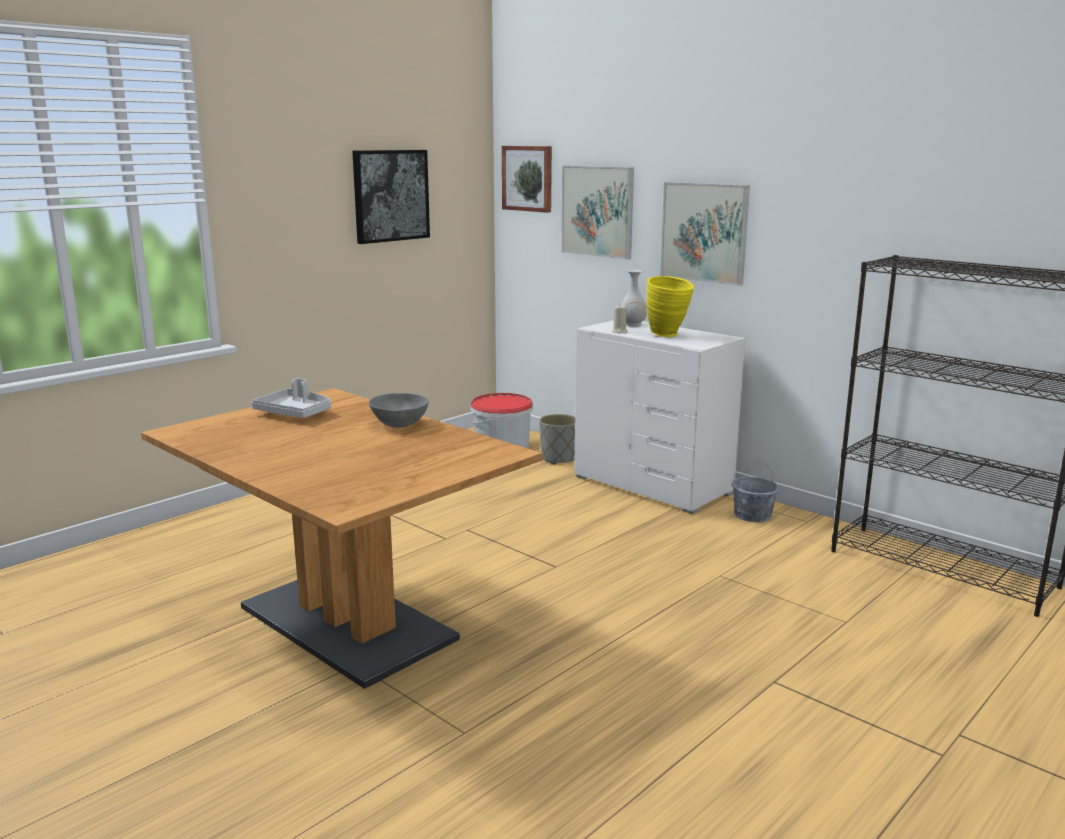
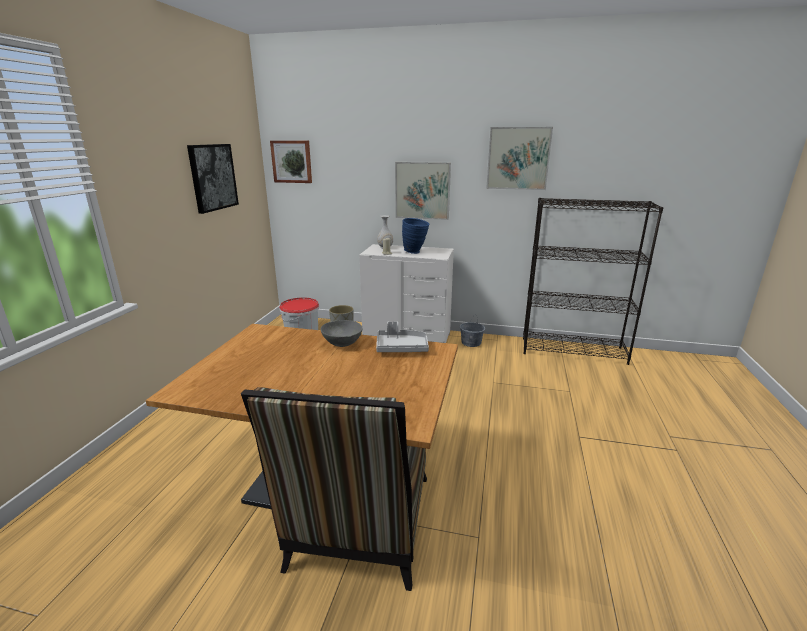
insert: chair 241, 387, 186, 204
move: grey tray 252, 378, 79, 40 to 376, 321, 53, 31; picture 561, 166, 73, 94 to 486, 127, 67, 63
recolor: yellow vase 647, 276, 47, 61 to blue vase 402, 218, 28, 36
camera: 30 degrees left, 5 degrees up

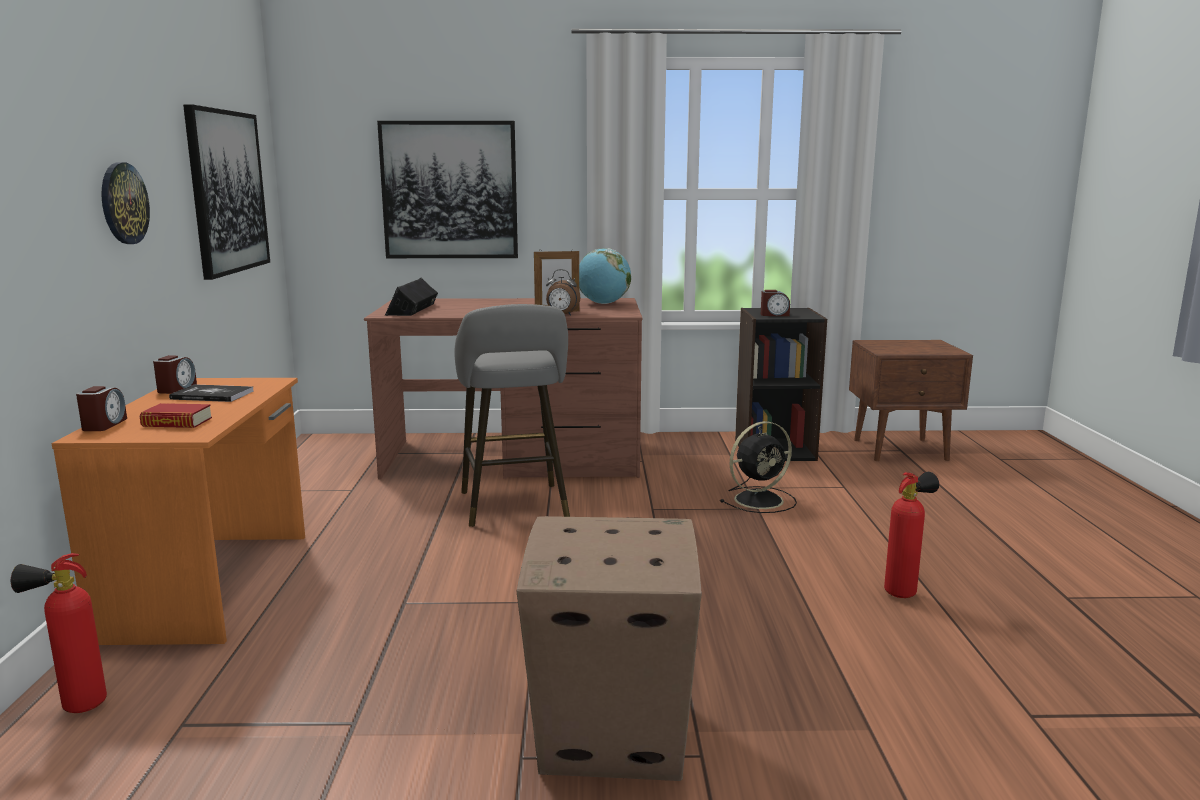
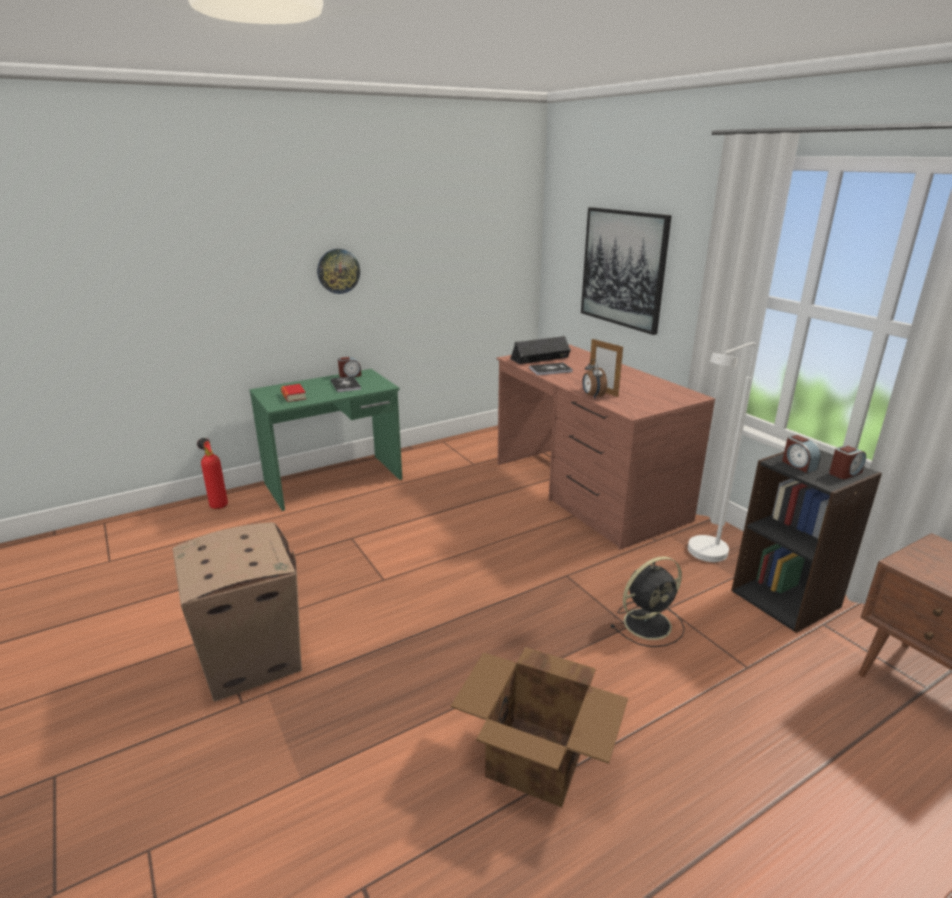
delete: picture 183, 104, 87, 176; grey stool 454, 304, 116, 223; globe 579, 248, 52, 56
insert: book 529, 363, 44, 12; white floor lamp 688, 342, 68, 220
move: alarm clock 76, 386, 51, 45 to 829, 445, 37, 34
replace: fire extinguisher 884, 472, 55, 126 to cardboard box 451, 647, 177, 160
recolor: orange desk 51, 378, 254, 267 to green desk 249, 369, 153, 142
rotate: black fan 720, 421, 77, 92 = 611, 556, 74, 91 60 degrees counterclockwise
camera: 60 degrees right, 10 degrees up

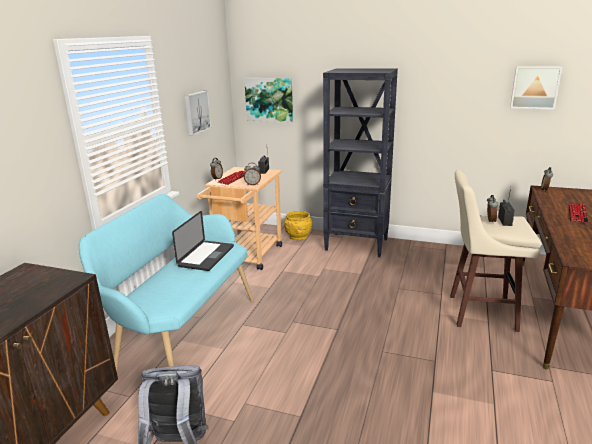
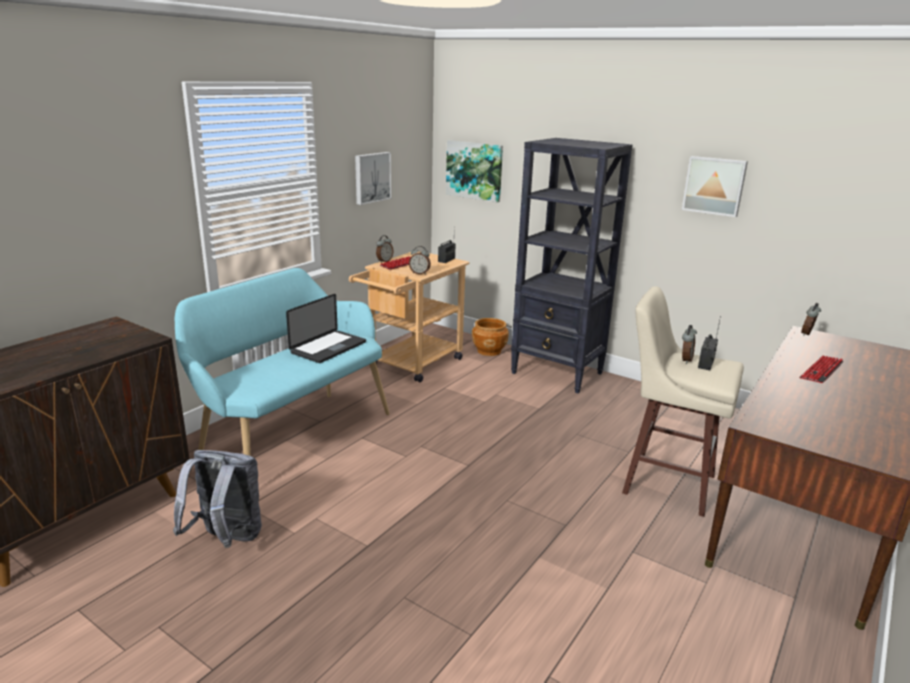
move: picture 510, 66, 52, 43 to 682, 156, 66, 61
recolor: yellow planter 284, 211, 29, 29 to brown planter 472, 318, 37, 38
camera: 15 degrees right, 0 degrees up

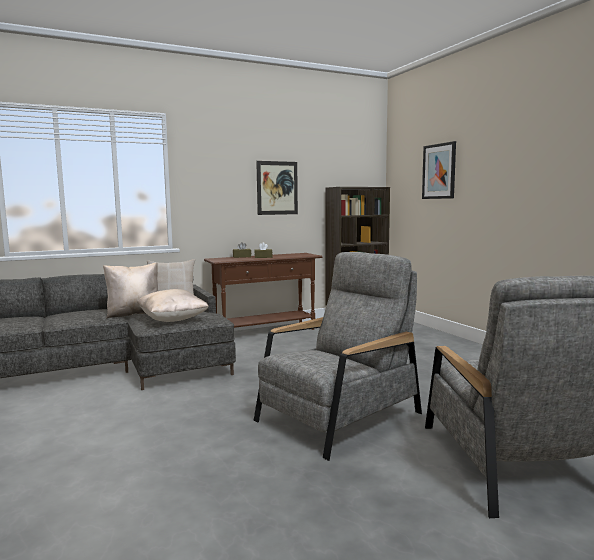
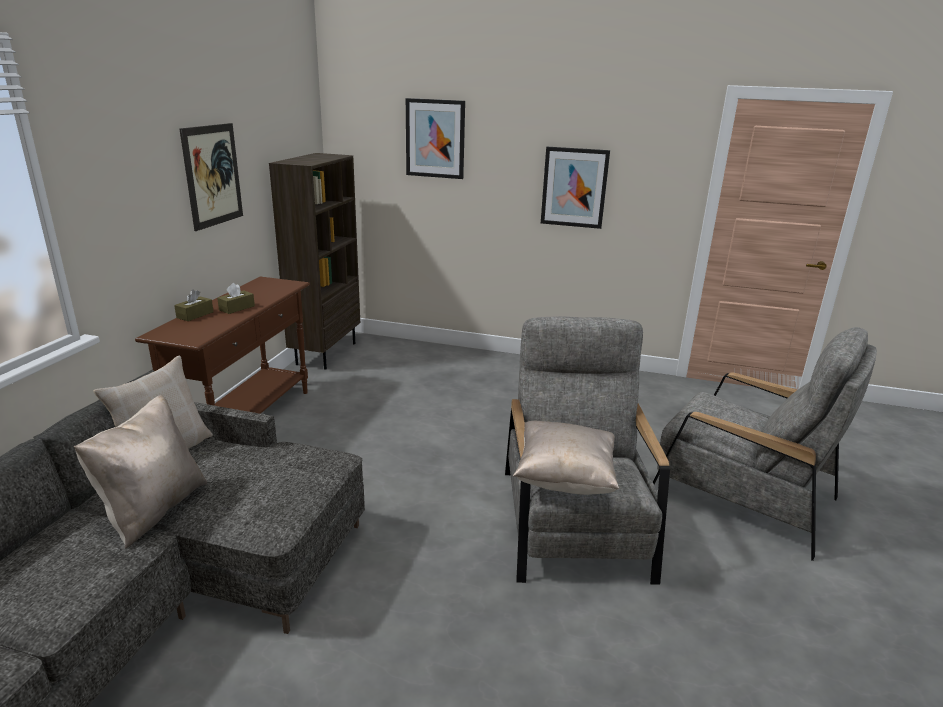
insert: picture 541, 147, 69, 82
move: beige pillow 137, 289, 72, 33 to 513, 421, 106, 74
camera: 50 degrees left, 15 degrees up

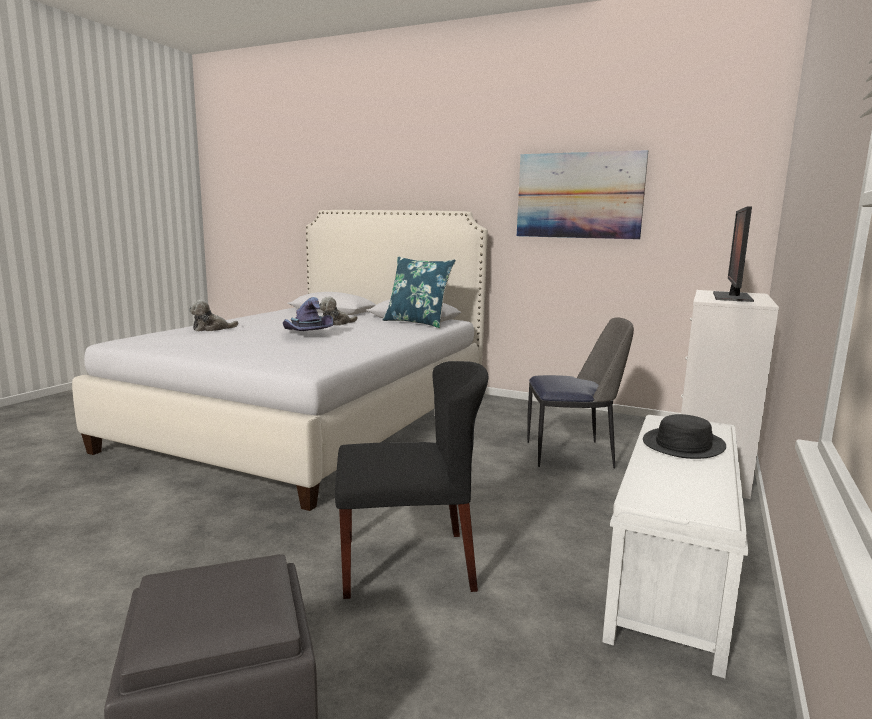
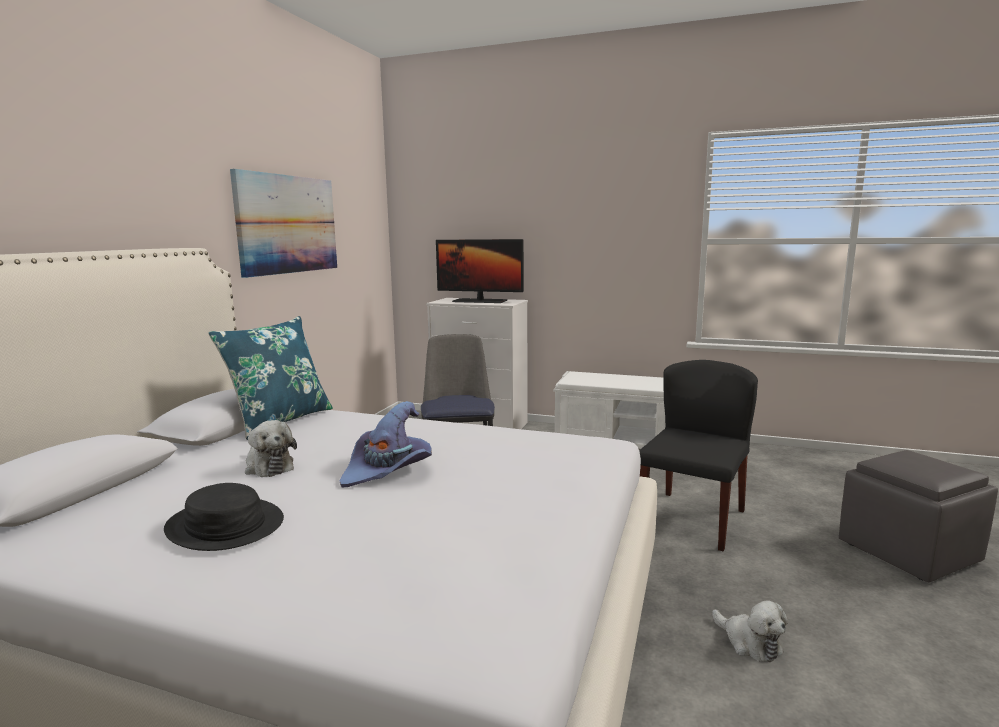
move: plush toy 189, 300, 50, 32 to 712, 601, 76, 61; black hat 643, 414, 83, 45 to 164, 483, 120, 68
rotate: black chair 335, 361, 153, 238 = 639, 360, 119, 191 45 degrees clockwise
camera: 95 degrees left, 0 degrees up

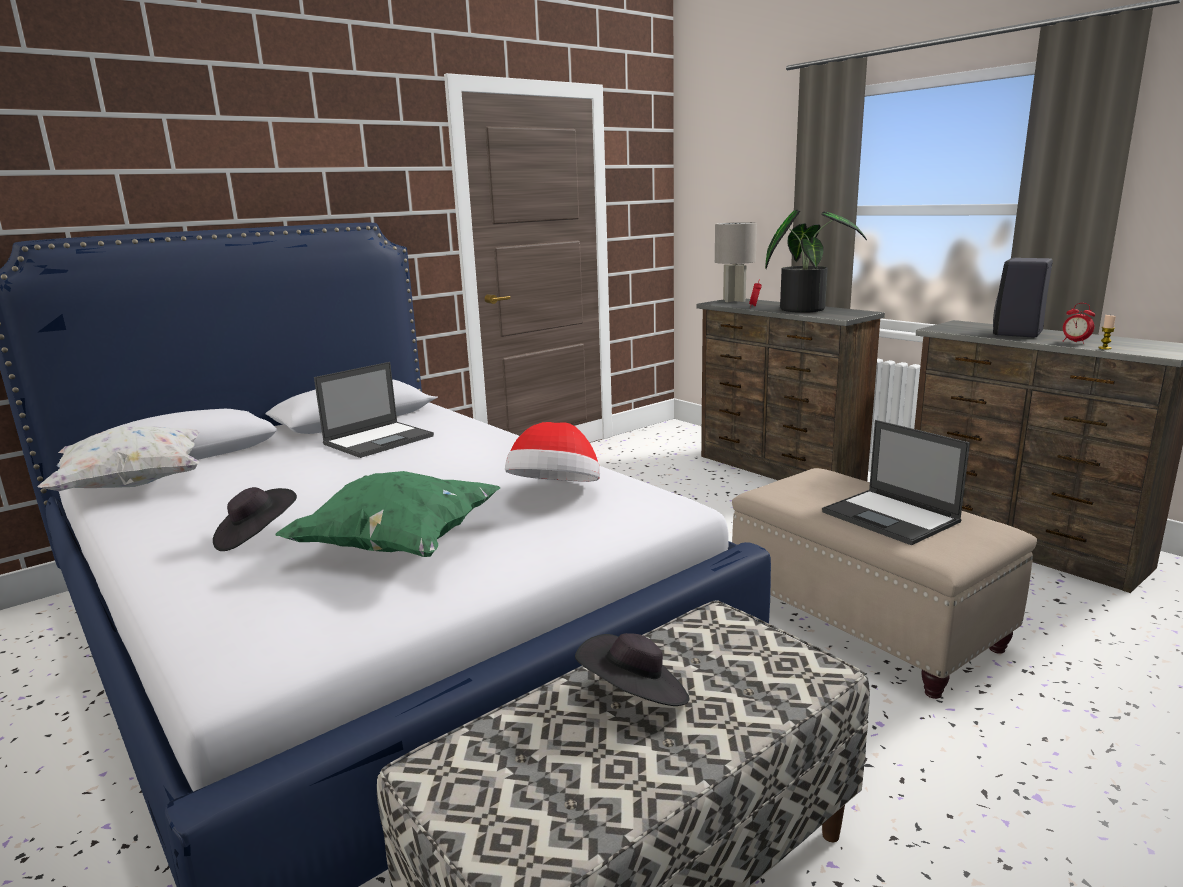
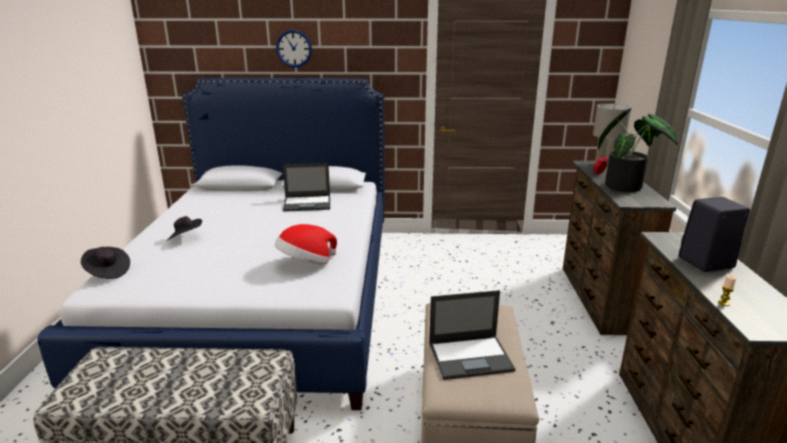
delete: white pillow 37, 426, 163, 65; green pillow 275, 471, 226, 86; alarm clock 1063, 303, 32, 41
insert: wall clock 276, 30, 36, 38
move: black hat 575, 633, 115, 73 to 81, 247, 49, 32
rotate: laptop 822, 420, 148, 125 = 429, 290, 86, 90 105 degrees counterclockwise
camera: 40 degrees right, 5 degrees up

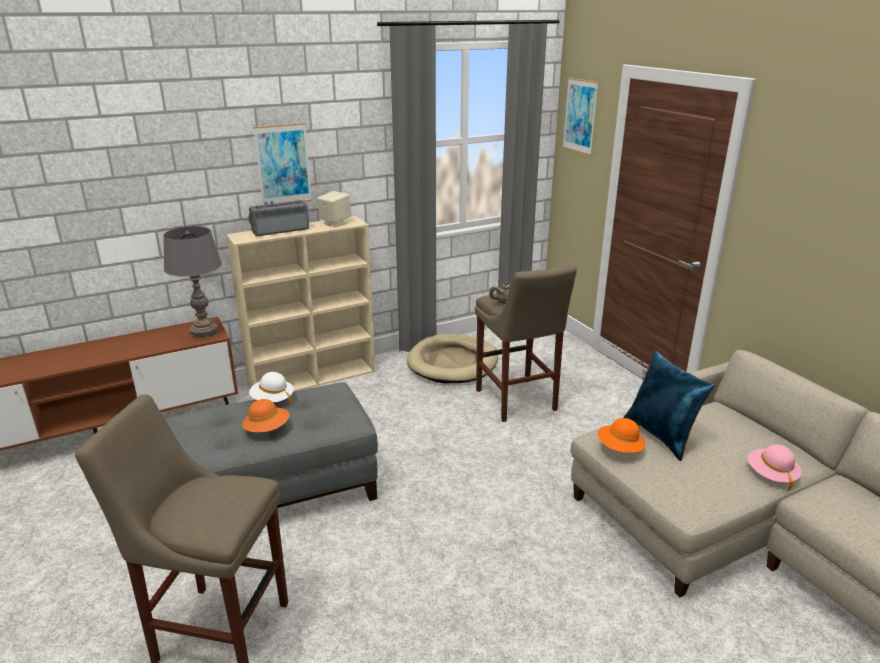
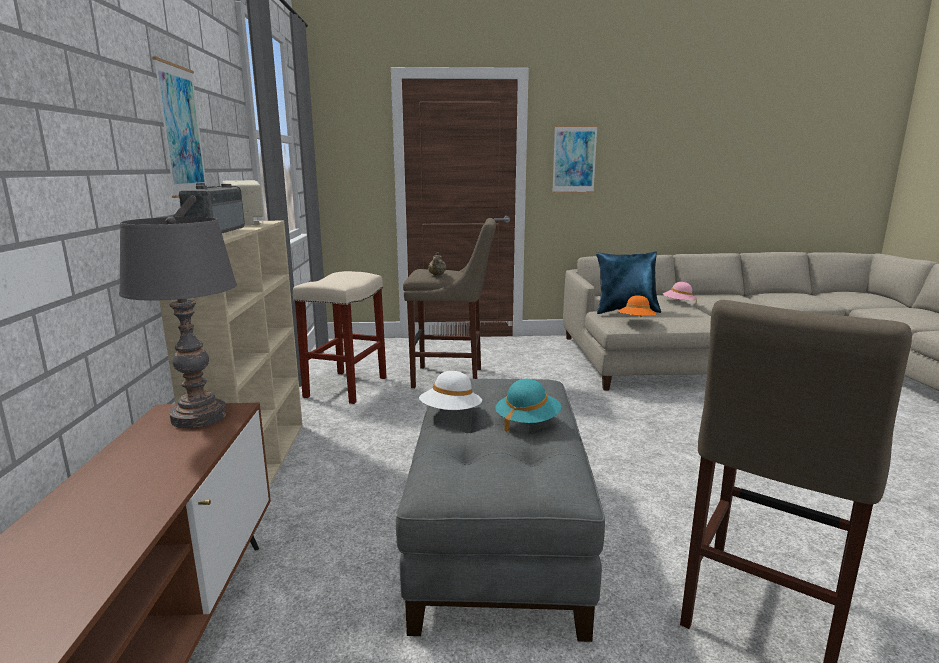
move: picture 562, 78, 37, 77 to 552, 126, 46, 67
replace: beige dog bed 407, 334, 91, 49 to beige stool 293, 271, 94, 133
recolor: orange hat 242, 399, 47, 33 to turquoise hat 495, 379, 66, 54
camera: 65 degrees left, 10 degrees down

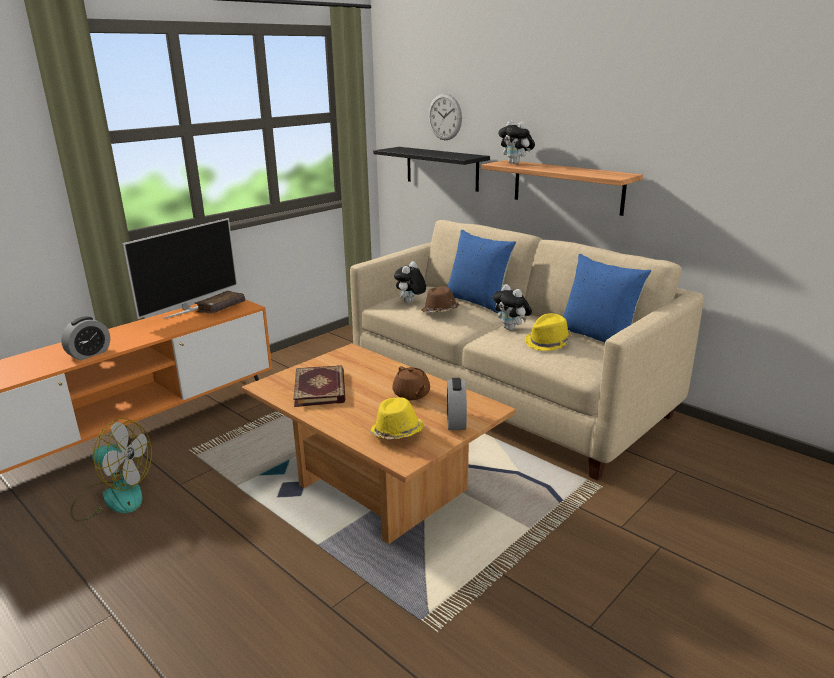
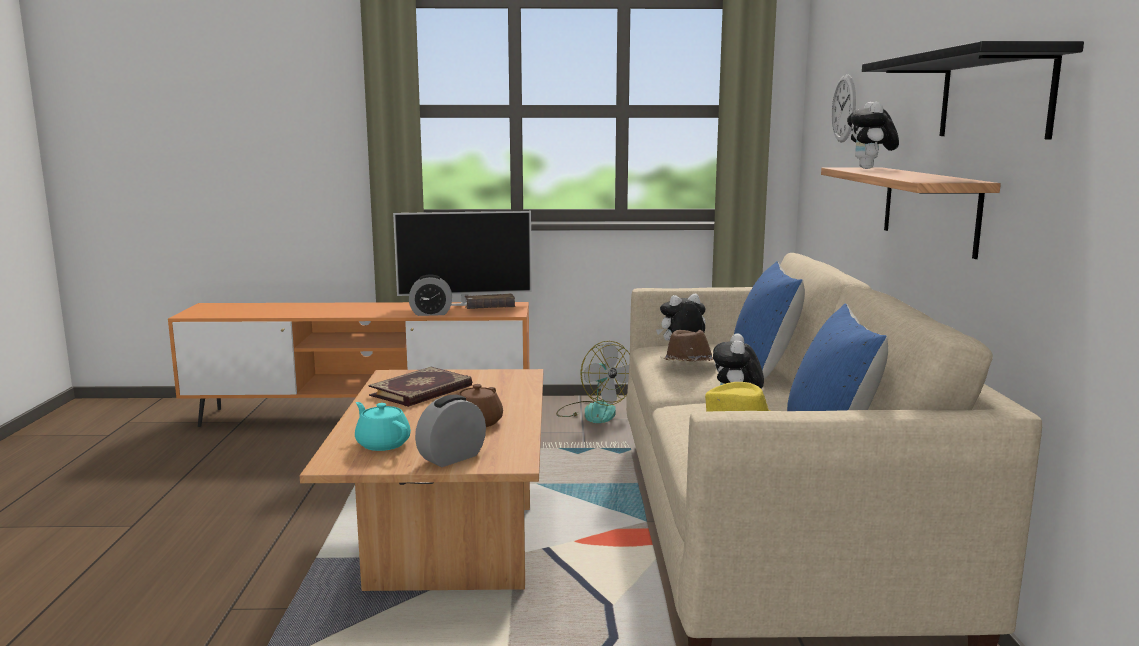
move: alarm clock 61, 316, 49, 44 to 409, 274, 43, 42; fan 70, 418, 82, 104 to 556, 341, 74, 82; black shelf 373, 147, 117, 45 to 862, 41, 222, 98
replace: yellow hat 370, 397, 54, 42 to turquoise teapot 355, 402, 56, 49
camera: 45 degrees right, 10 degrees down

